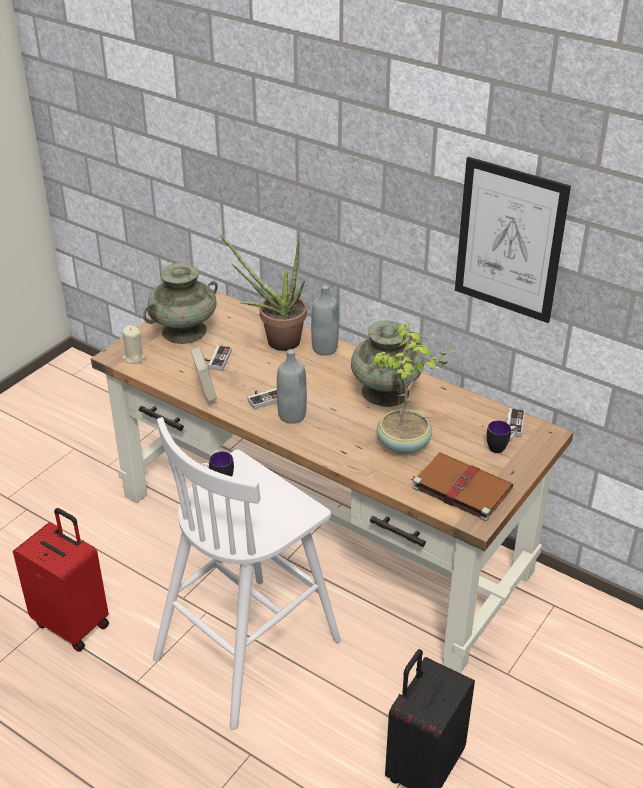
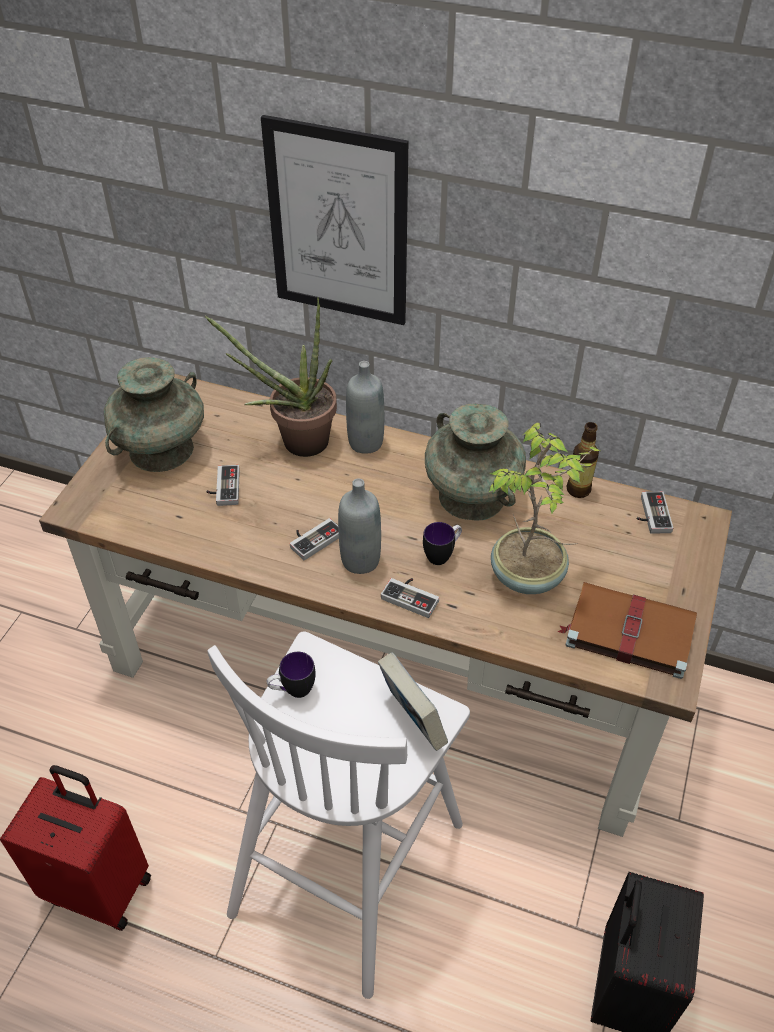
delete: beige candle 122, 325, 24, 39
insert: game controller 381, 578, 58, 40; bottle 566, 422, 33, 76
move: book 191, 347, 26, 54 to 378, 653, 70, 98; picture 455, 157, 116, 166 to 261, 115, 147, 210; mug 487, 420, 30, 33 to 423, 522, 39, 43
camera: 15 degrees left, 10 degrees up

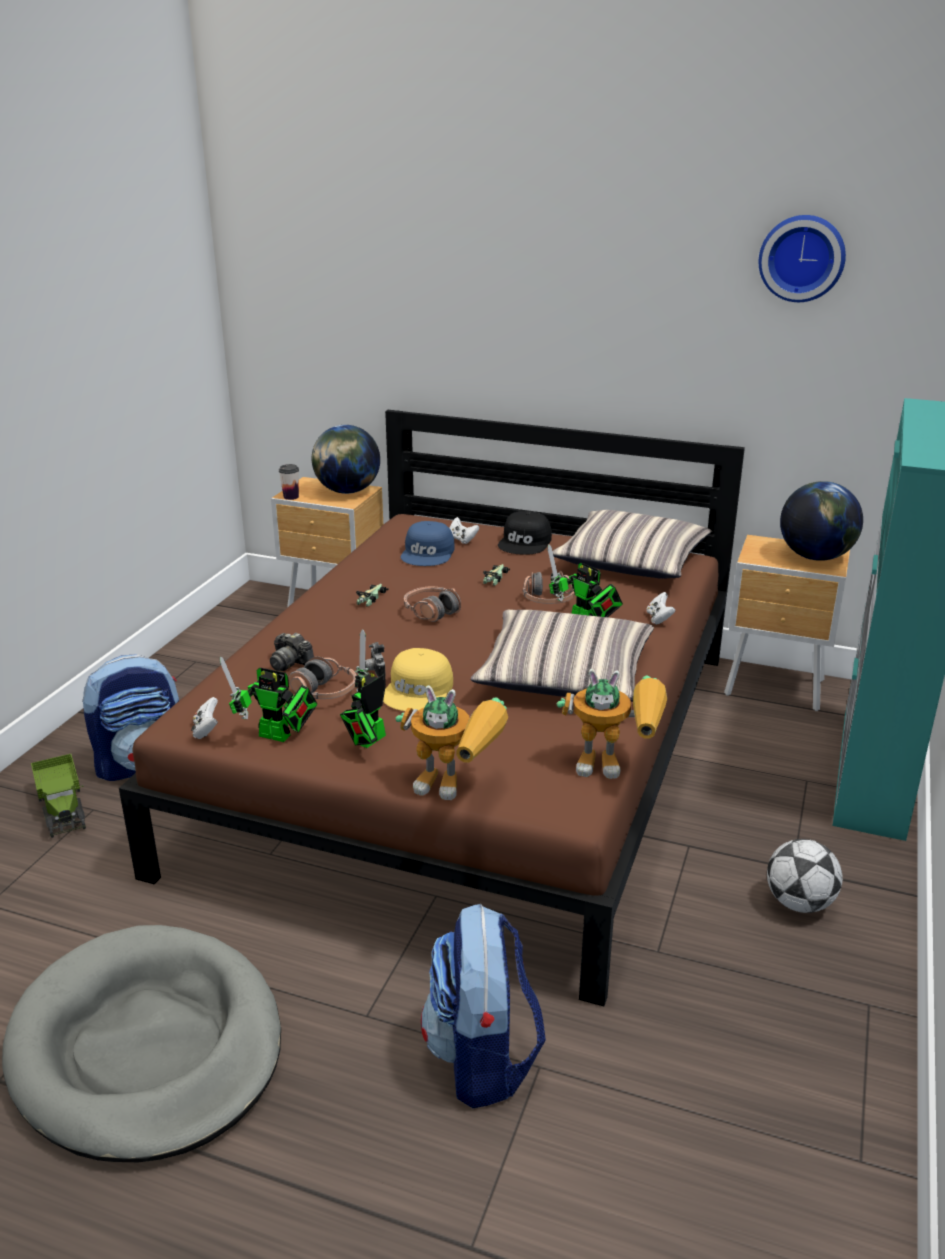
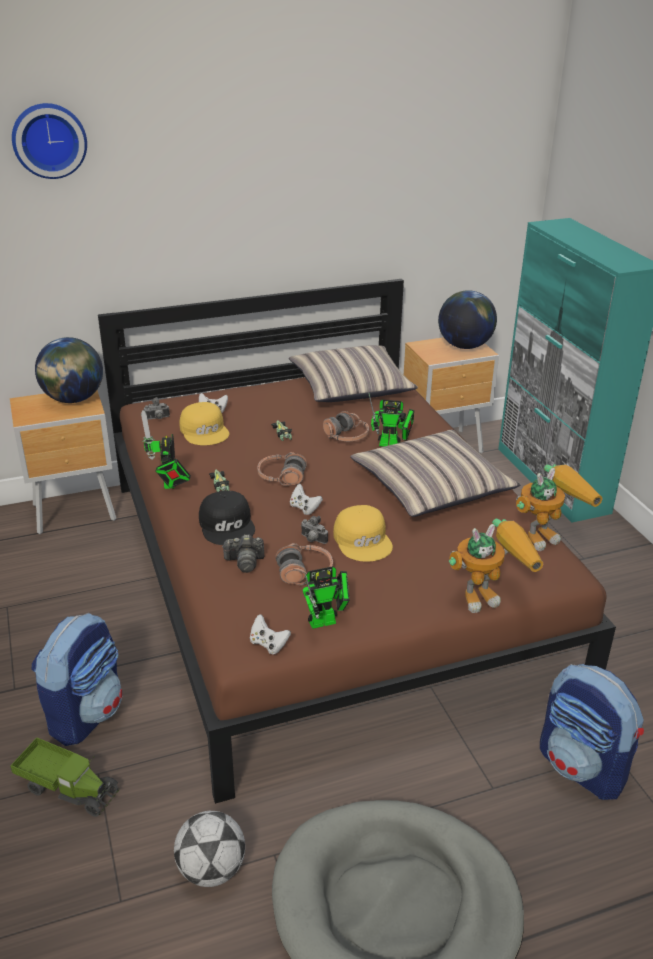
delete: cup 279, 464, 20, 36
insert: photo camera 144, 397, 26, 23
move: toy robot 340, 630, 46, 118 to 141, 410, 50, 79; black cap 498, 511, 54, 44 to 199, 491, 56, 54; white game controller 647, 592, 29, 32 to 290, 484, 33, 31; wall clock 759, 215, 87, 87 to 12, 103, 75, 76; football 767, 839, 75, 74 to 174, 811, 71, 76
recolor: blue cap 401, 521, 54, 45 to yellow cap 179, 402, 50, 43
camera: 40 degrees left, 5 degrees up

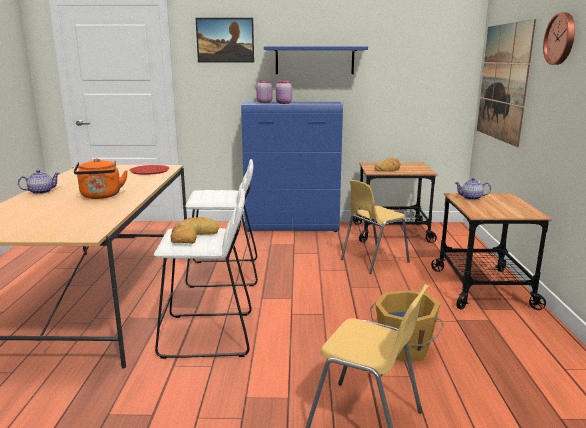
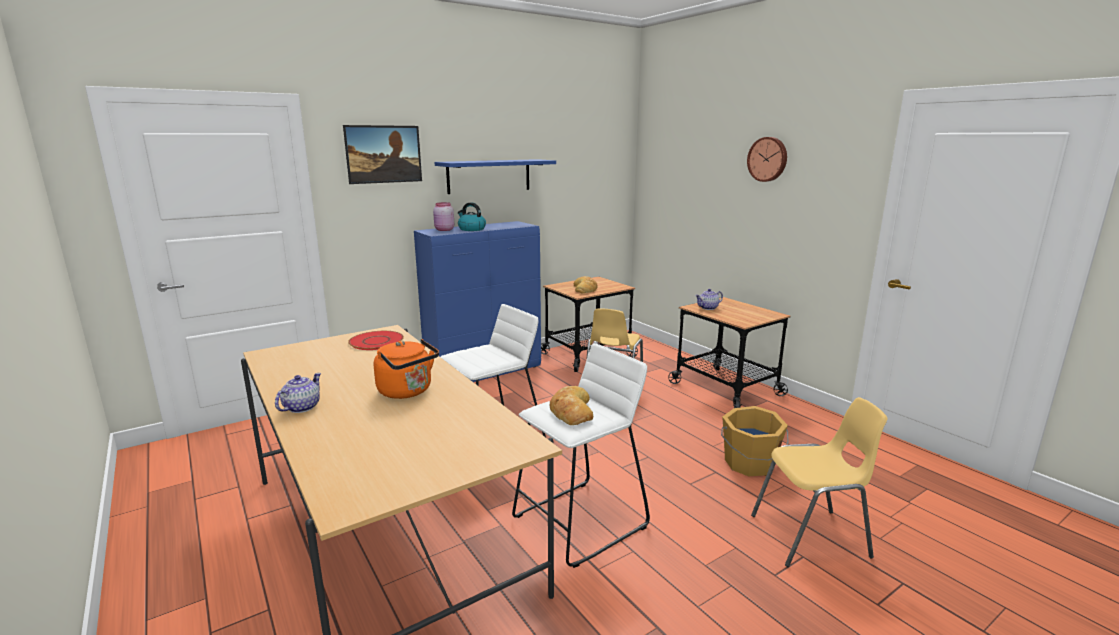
delete: picture 477, 19, 59, 128
replace: pink jar 276, 80, 16, 24 to kettle 458, 203, 28, 28
camera: 35 degrees left, 0 degrees up

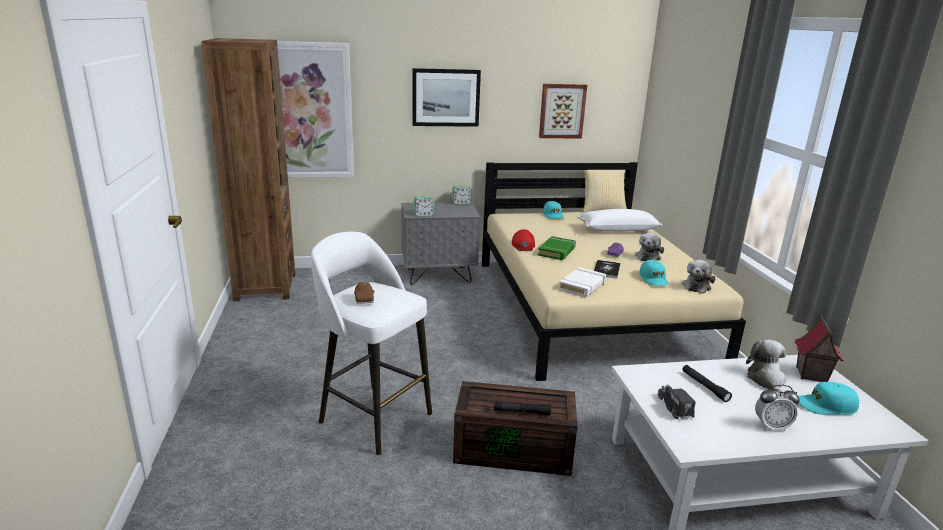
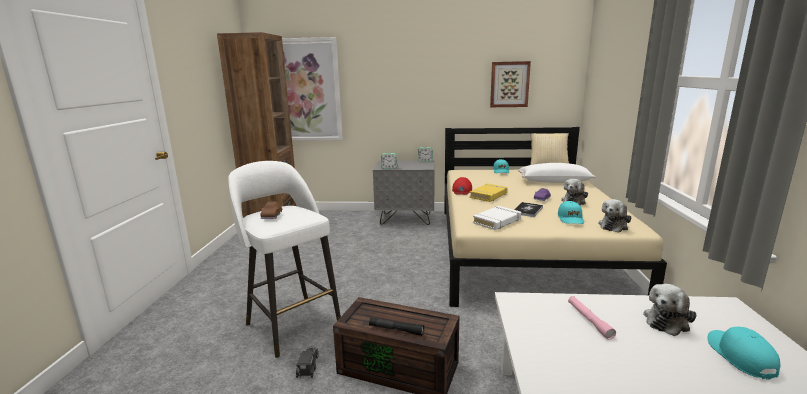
delete: picture 412, 68, 69, 59; alarm clock 755, 385, 45, 46; toy house 794, 313, 50, 69
move: toy truck 658, 384, 38, 35 to 296, 346, 23, 32
recolor: green book 538, 236, 38, 24 to yellow book 470, 183, 38, 19; black flashlight 682, 365, 50, 37 to pink flashlight 568, 296, 48, 44
rotate: plush toy 746, 339, 40, 53 = 643, 284, 53, 52 150 degrees counterclockwise; turquoise cap 798, 382, 61, 33 = 707, 327, 73, 52 75 degrees clockwise
camera: 15 degrees right, 5 degrees down

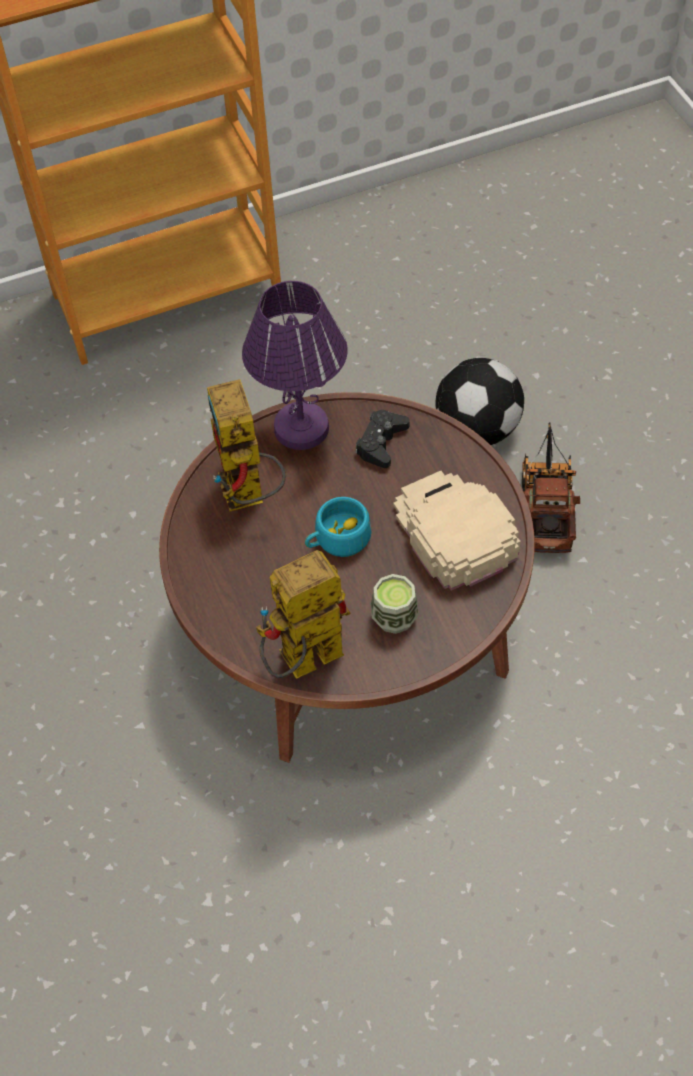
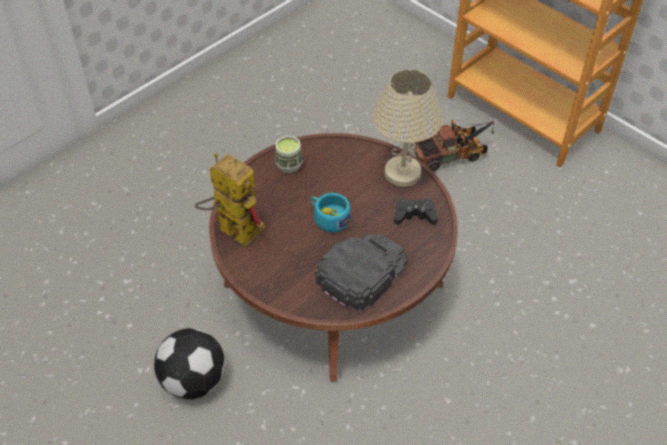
delete: toy robot 207, 379, 79, 133
move: cup 371, 574, 47, 60 to 274, 136, 29, 37; football 436, 358, 88, 87 to 154, 328, 71, 71; toy truck 522, 422, 58, 131 to 415, 120, 79, 51
recolor: purple table lamp 242, 281, 106, 169 to beige table lamp 372, 69, 71, 118; beige cap 393, 471, 128, 120 to black cap 316, 233, 92, 80
camera: 65 degrees right, 5 degrees down

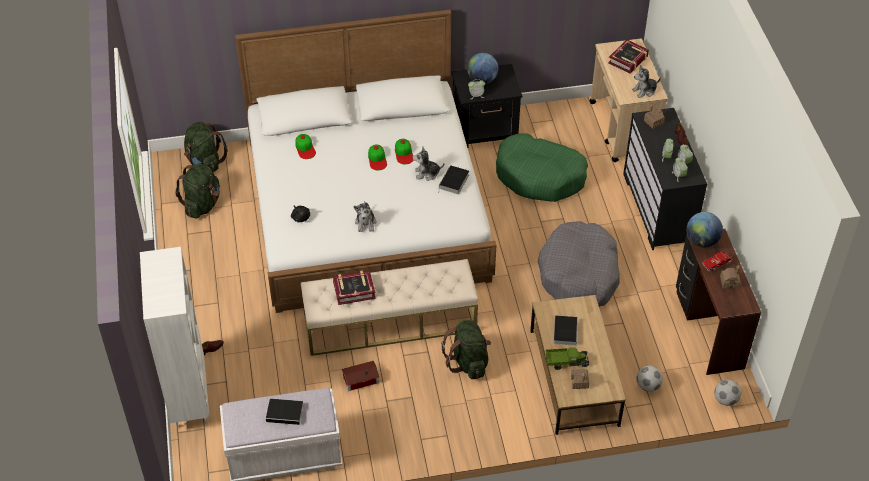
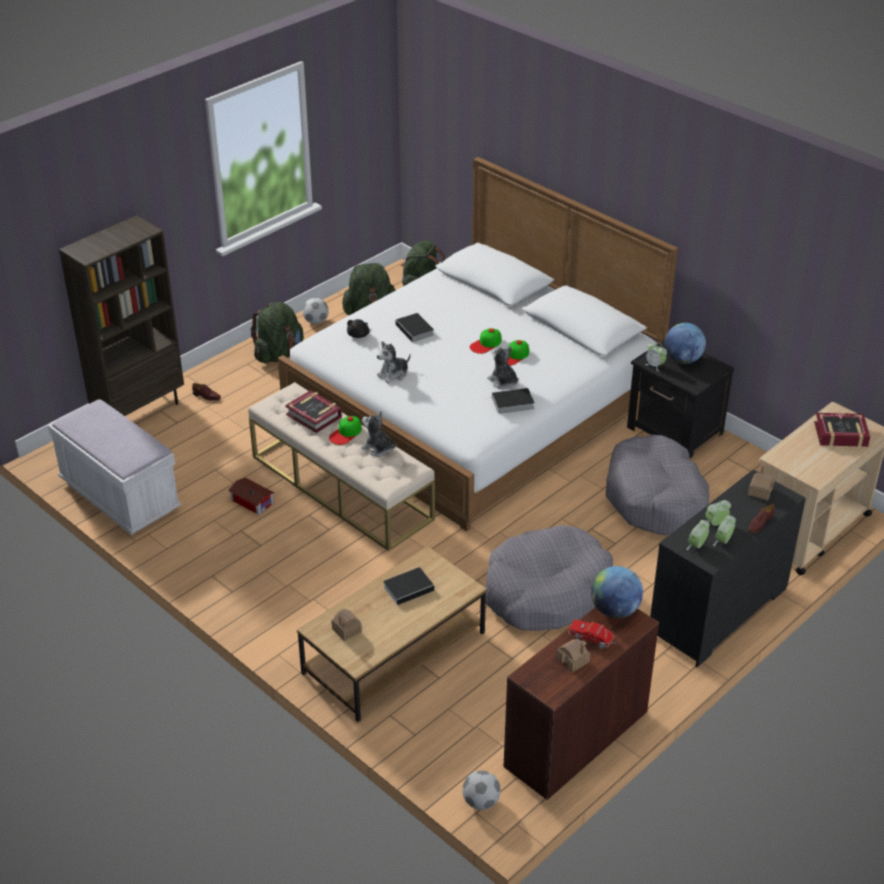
delete: toy truck 546, 348, 44, 22
move: book 266, 398, 39, 27 to 395, 313, 39, 32; cap 295, 134, 21, 25 to 329, 416, 33, 29; green backpack 441, 320, 50, 59 to 250, 302, 54, 62; plush toy 632, 65, 29, 33 to 361, 411, 36, 46; football 637, 366, 26, 26 to 302, 298, 27, 26
recolor: white bookcase 140, 247, 69, 181 to brown bookcase 59, 215, 125, 201; green dog bed 496, 133, 92, 69 to grey dog bed 606, 434, 103, 101
camera: 55 degrees right, 10 degrees down

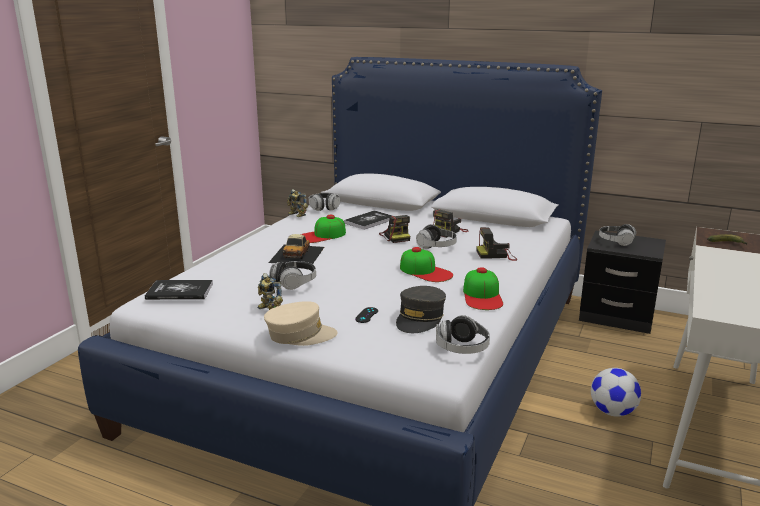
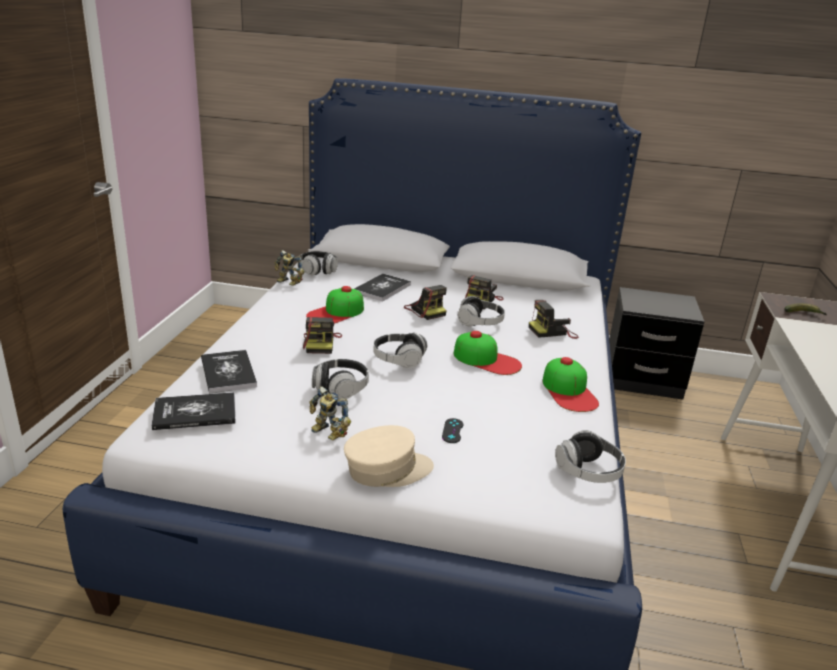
delete: grey cap 396, 286, 50, 47; football 591, 368, 50, 49
insert: book 201, 350, 56, 44
move: headphones 599, 224, 37, 22 to 373, 333, 54, 35
replace: toy car 269, 234, 55, 30 to photo camera 303, 317, 39, 37
camera: 15 degrees left, 5 degrees up

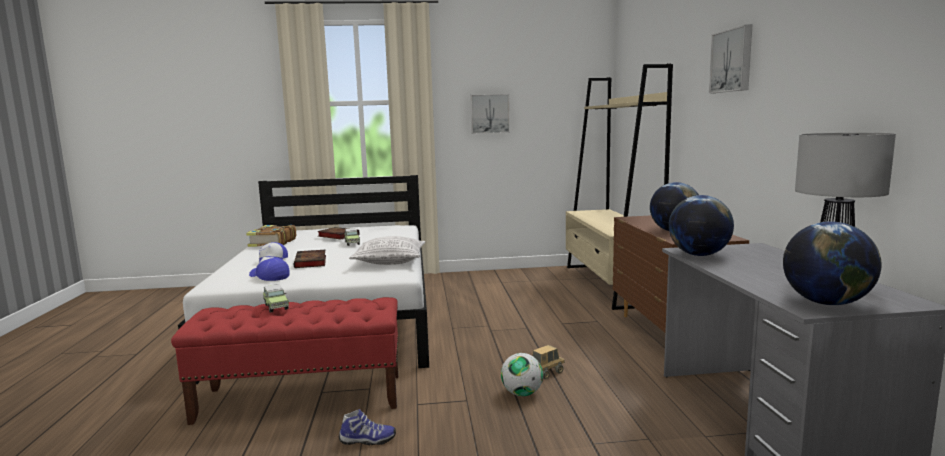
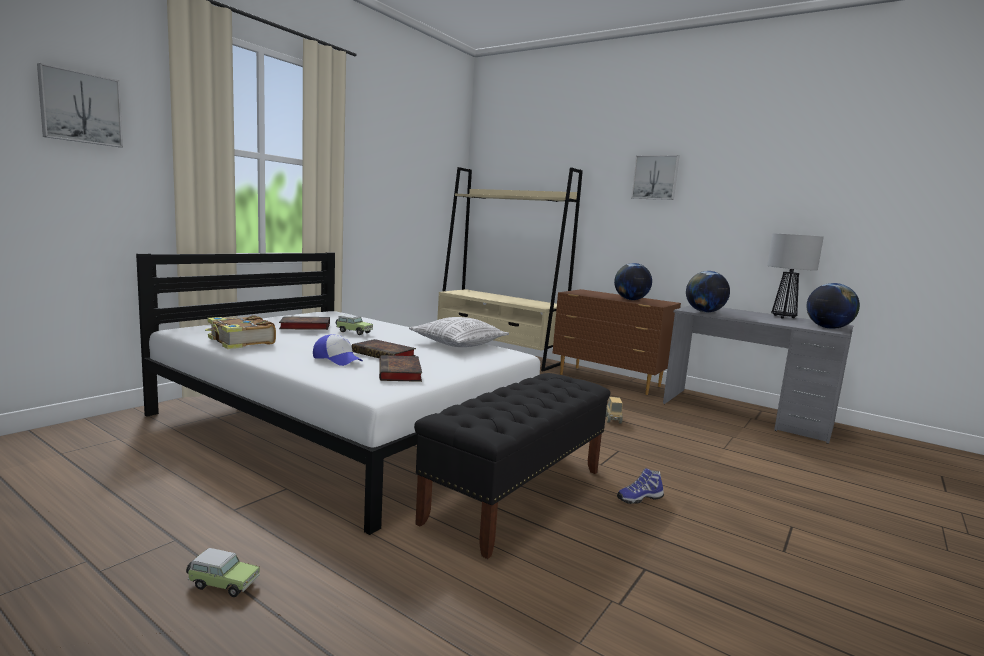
delete: football 501, 353, 42, 43
move: toy car 263, 284, 26, 28 to 186, 548, 74, 49; picture 470, 94, 40, 40 to 37, 63, 86, 84
replace: cap 249, 257, 41, 24 to book 379, 355, 43, 27
recolor: red bench 171, 297, 227, 128 to black bench 414, 373, 196, 186
rotate: shoe 339, 409, 57, 36 = 617, 468, 47, 36 150 degrees counterclockwise
camera: 50 degrees left, 0 degrees up

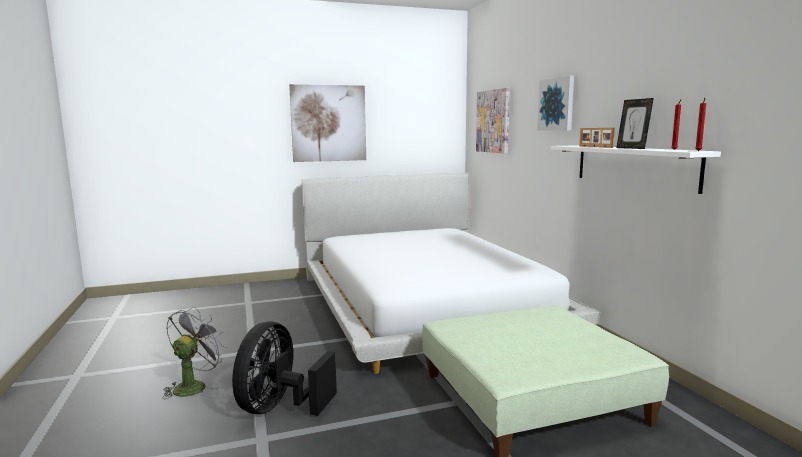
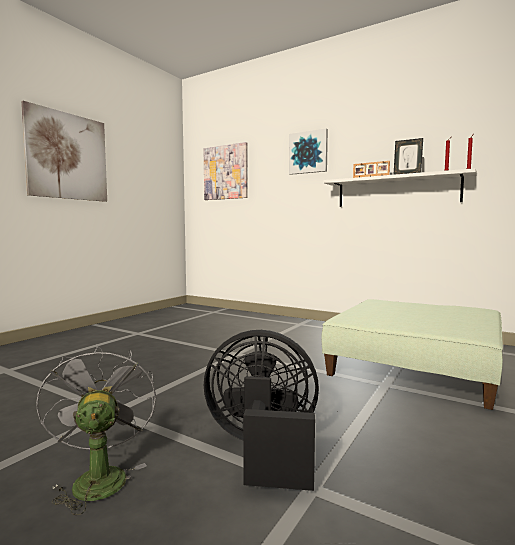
delete: white bed 302, 173, 298, 201
rotate: black fan 232, 321, 105, 95 = 204, 330, 115, 161 120 degrees clockwise
camera: 40 degrees left, 5 degrees down

